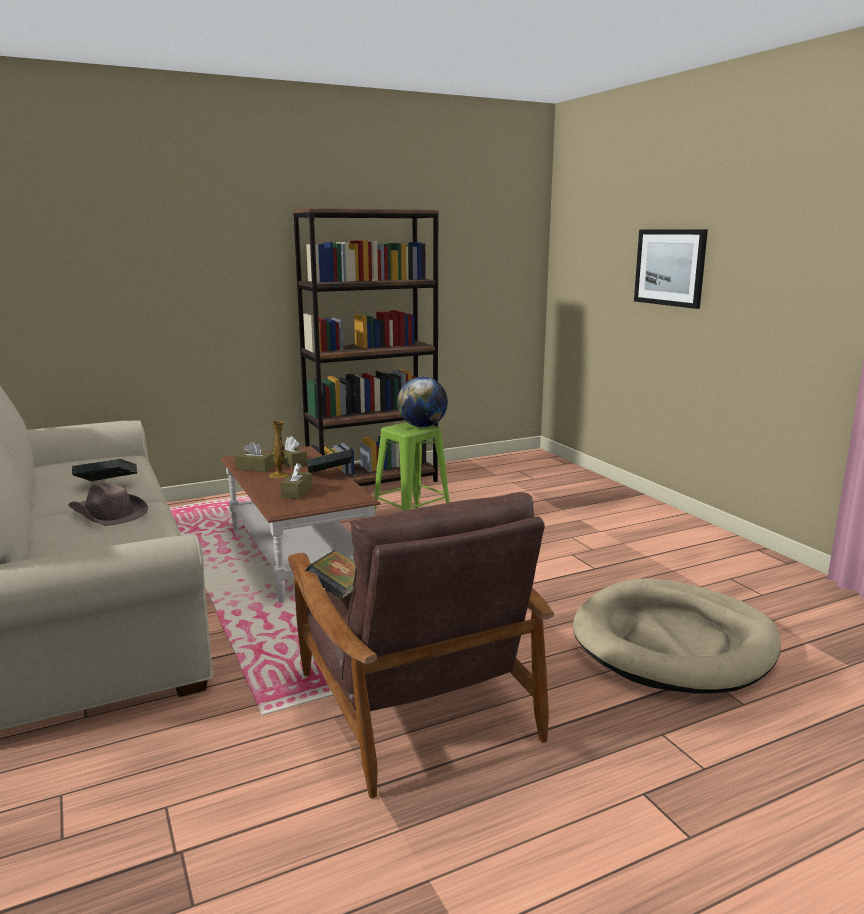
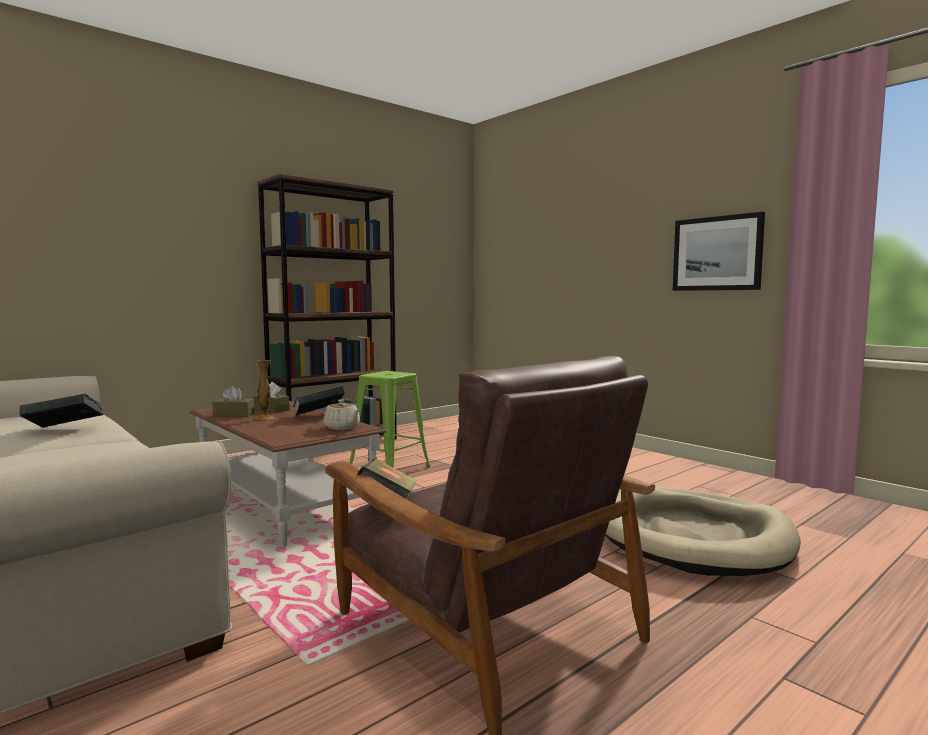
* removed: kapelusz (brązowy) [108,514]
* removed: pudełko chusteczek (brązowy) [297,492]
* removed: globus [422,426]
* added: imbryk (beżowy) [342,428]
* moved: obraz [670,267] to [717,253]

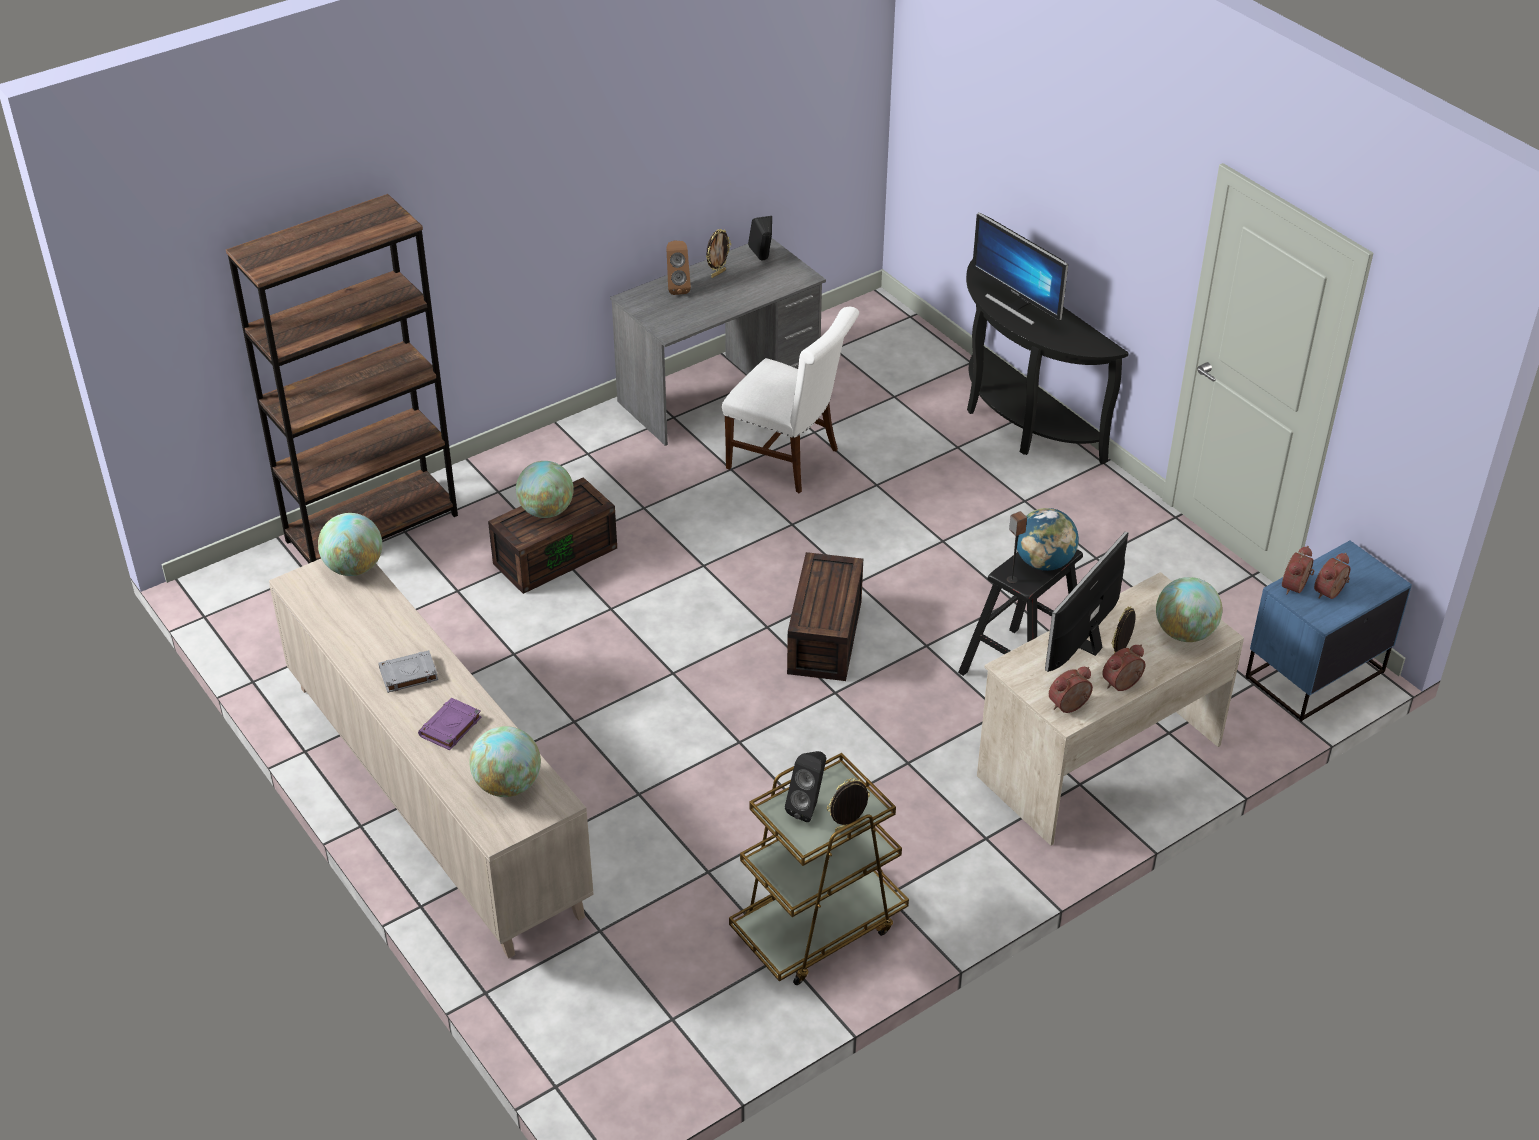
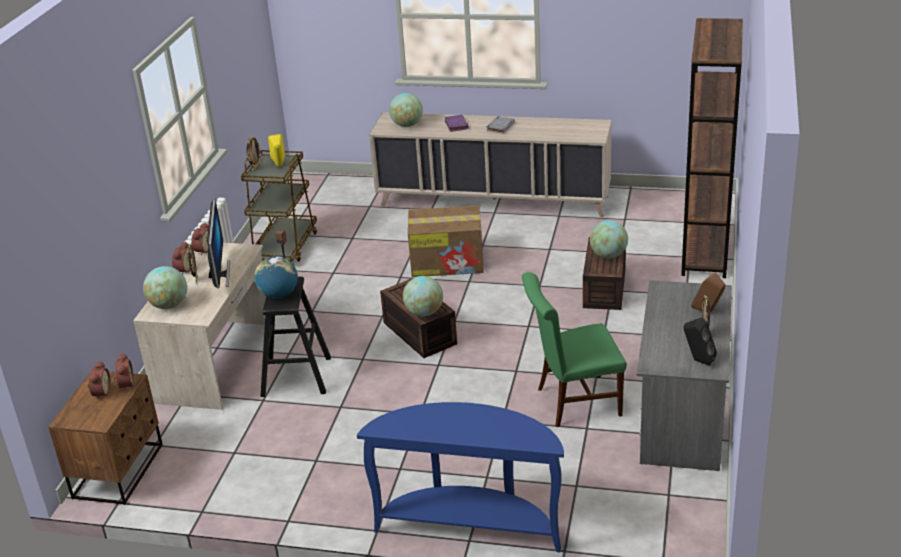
* removed: monitor [1016,306]
* added: karton [448,262]
* moved: globus [354,567] to [424,313]
* recoloured: krzesło (biały) [789,460] to krzesło (zielony) [573,402]
* recoloured: głośnik (czarny) [808,807] to głośnik (żółty) [279,166]
* recoloured: stolik konsolowy (czarny) [1019,421] to stolik konsolowy (niebieski) [470,524]
* recoloured: szafka nocna (niebieski) [1313,674] to szafka nocna (brązowy) [119,471]

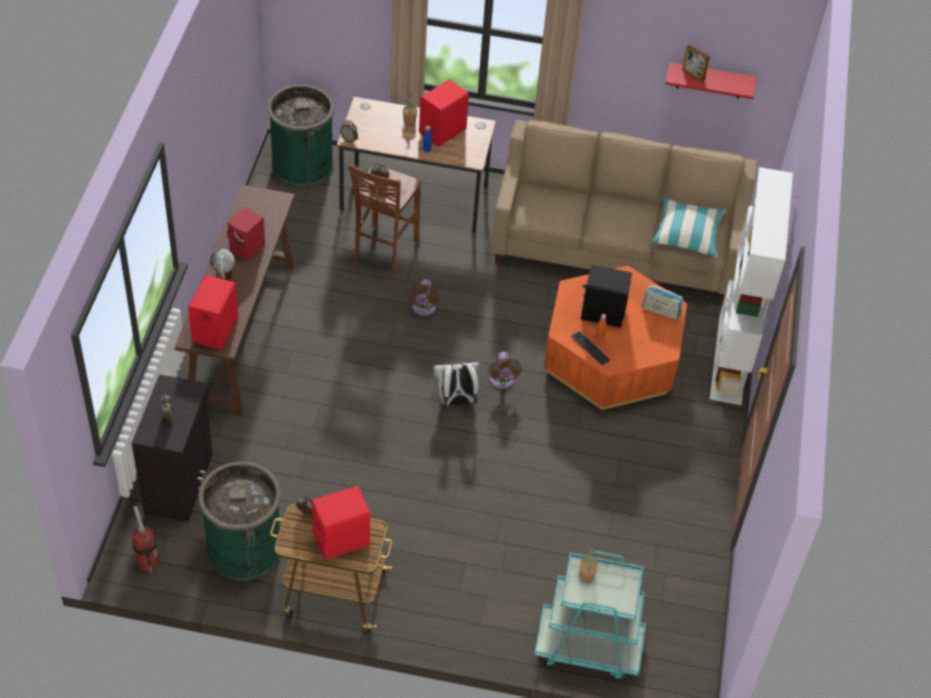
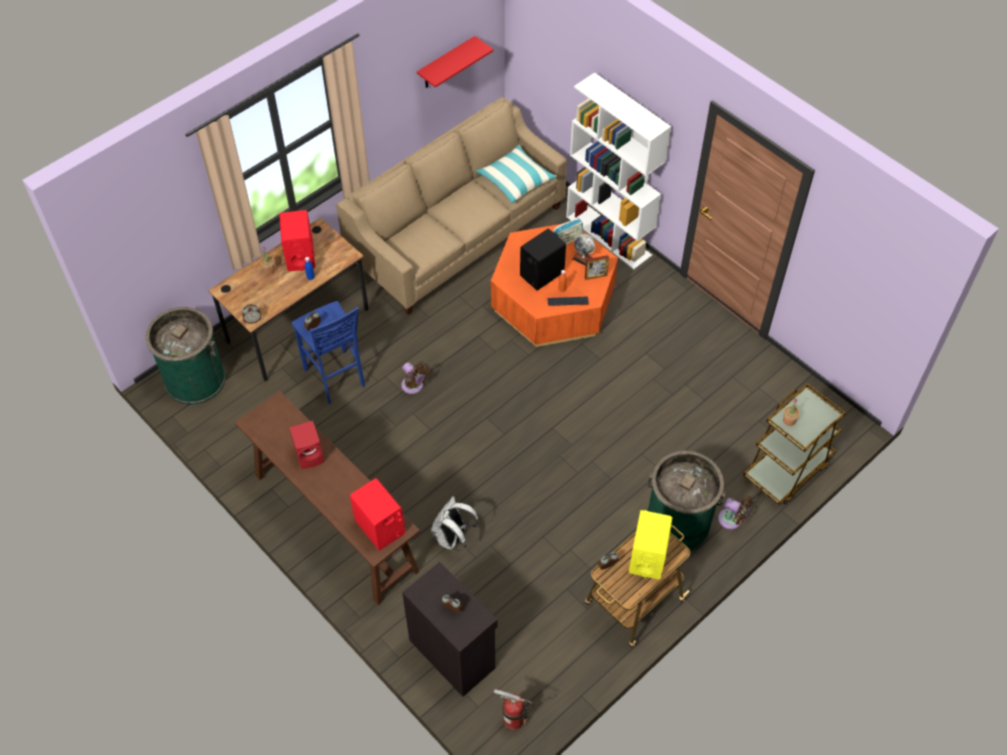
* moved: kosz na śmieci (zielony) [244,549] to [678,523]
* moved: globus [224,279] to [583,259]
* moved: plecak (biały) [456,401] to [453,538]
* moved: wentylator (brązowy) [502,382] to [732,520]
* moved: ramka na zdjęcie [693,75] to [595,276]
* recoloured: głośnik (czerwony) [341,539] to głośnik (żółty) [647,557]
* recoloured: stołek (brązowy) [383,252] to stołek (niebieski) [336,378]
* recoloured: wózek (turkusowy) [587,647] to wózek (brązowy) [786,469]

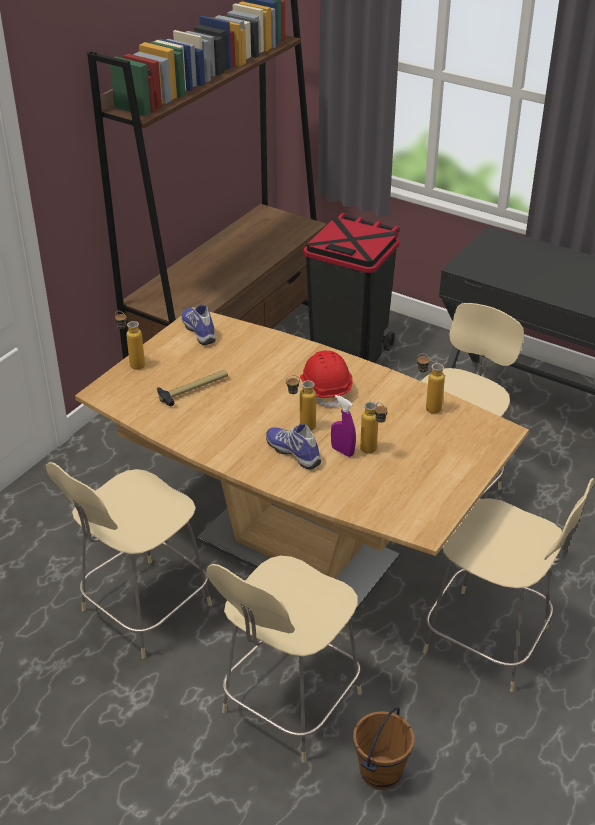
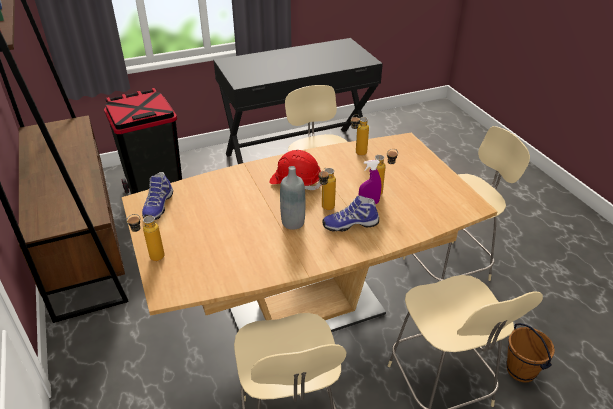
* removed: młotek [193,389]
* added: butelka (szary) [293,222]
* turned: but [200,331] = [157,206] 90 degrees counterclockwise

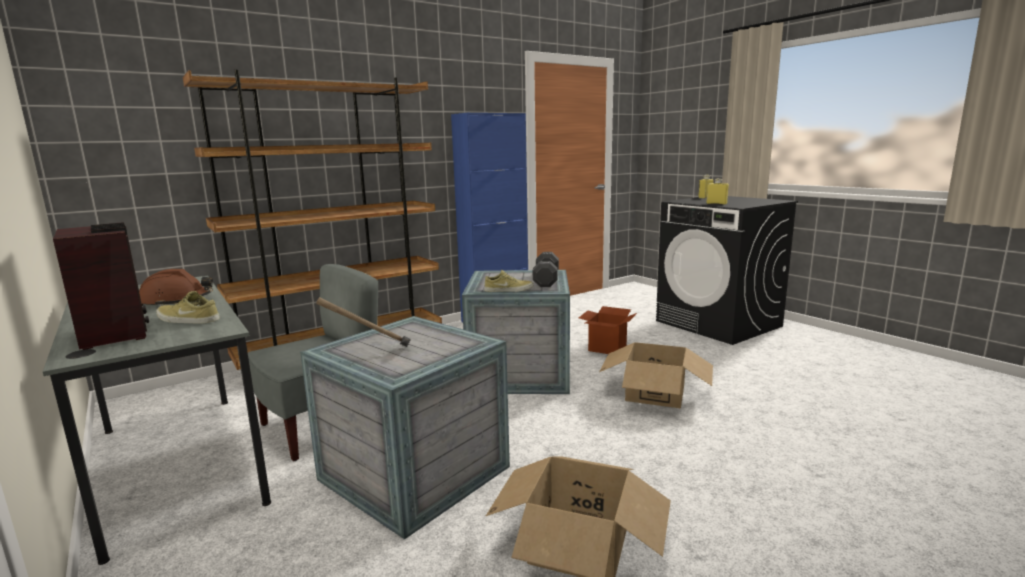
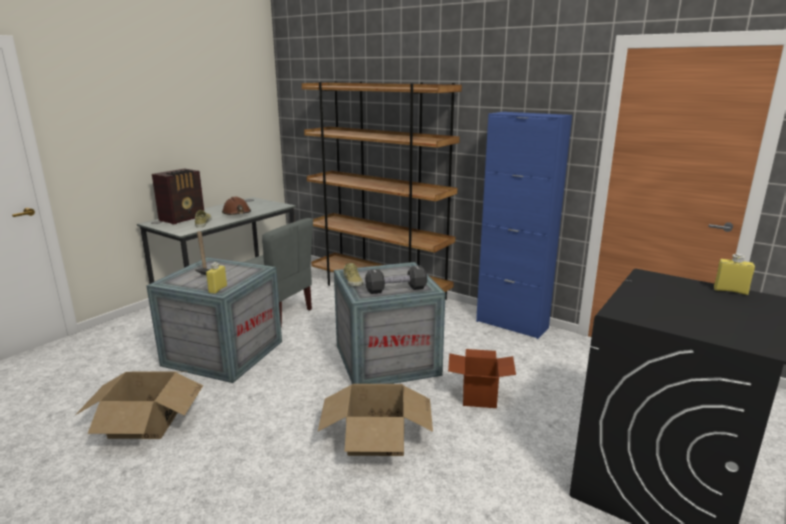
* moved: butelka (żółty) [716,203] to [218,289]

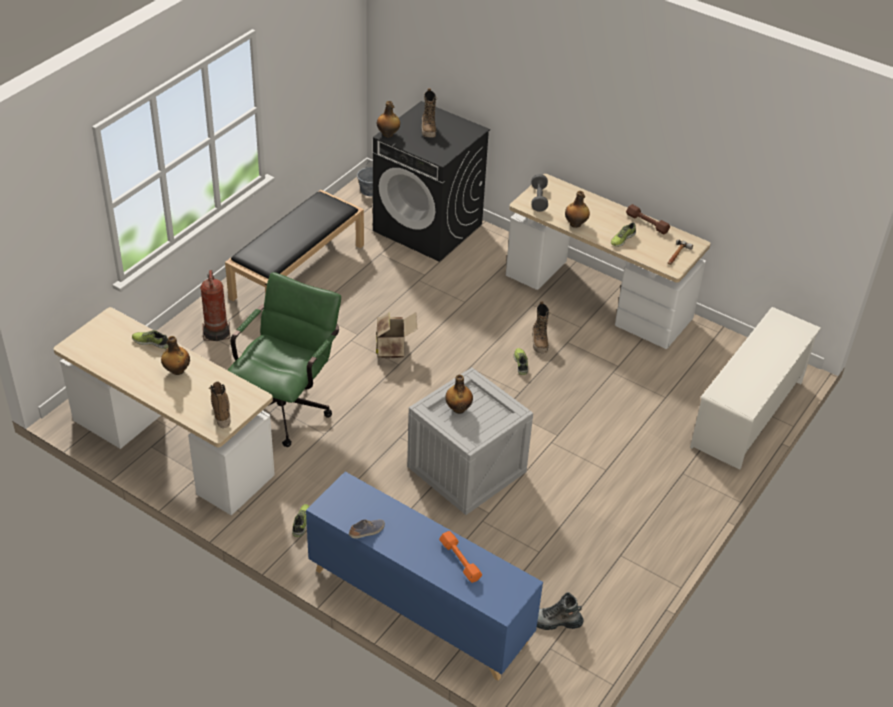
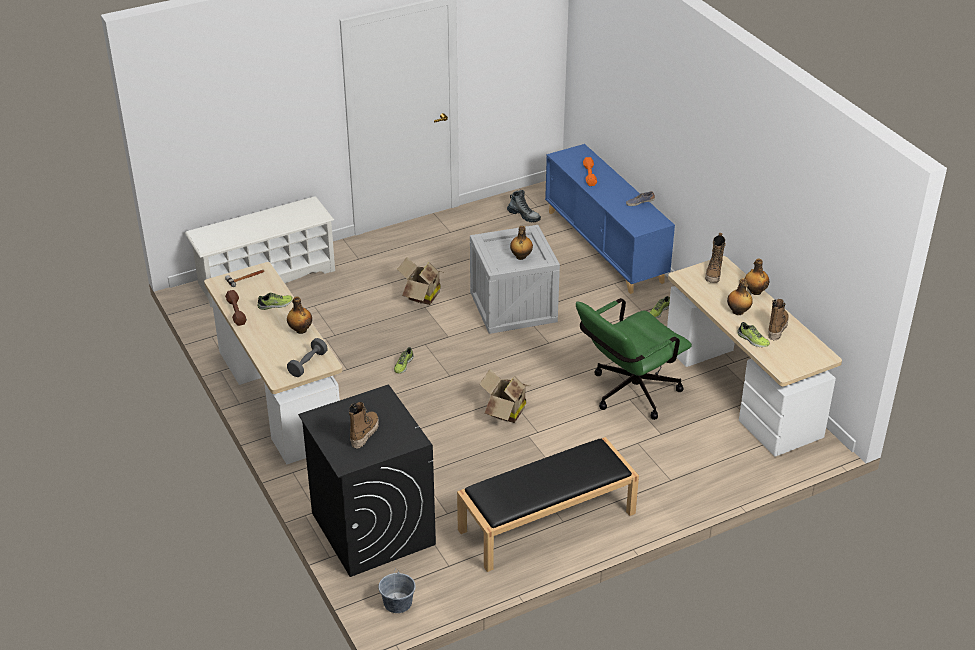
* removed: gaśnica [217,332]
* added: karton [421,296]
* moved: butelka [388,134] to [755,291]
* moved: but z cholewką [539,342] to [777,328]

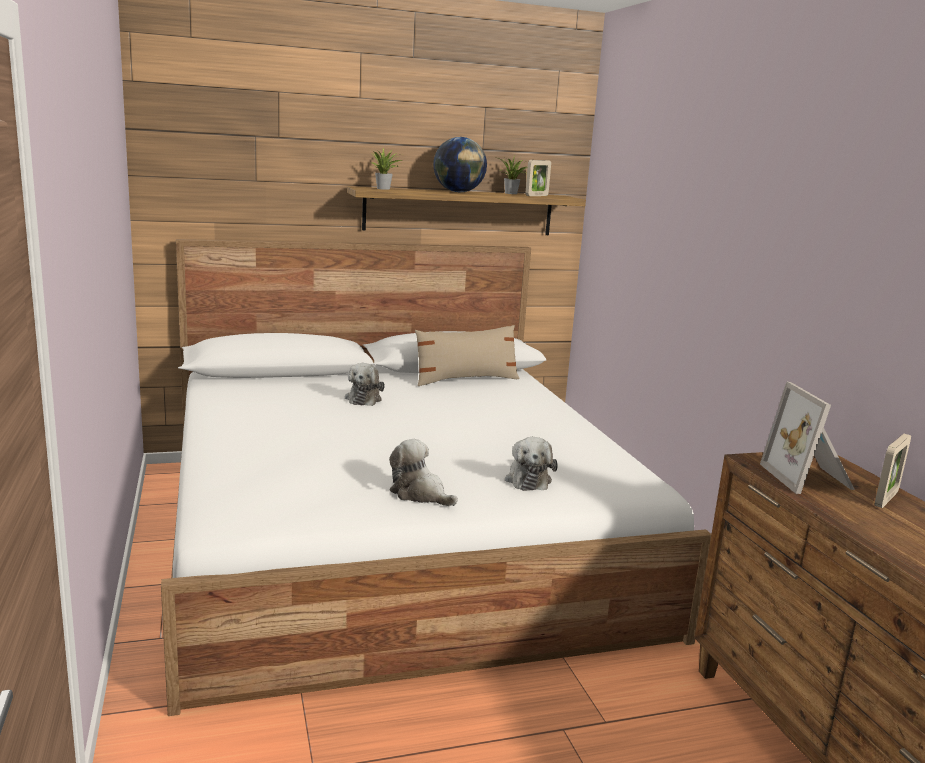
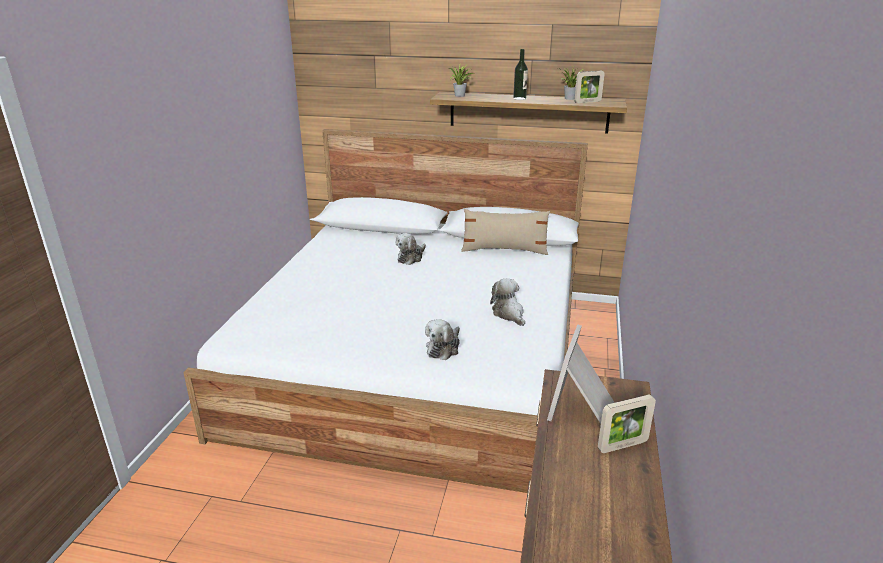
* moved: pluszak [420,494] to [509,314]
* replaced: globus [458,192] to butelka [519,98]

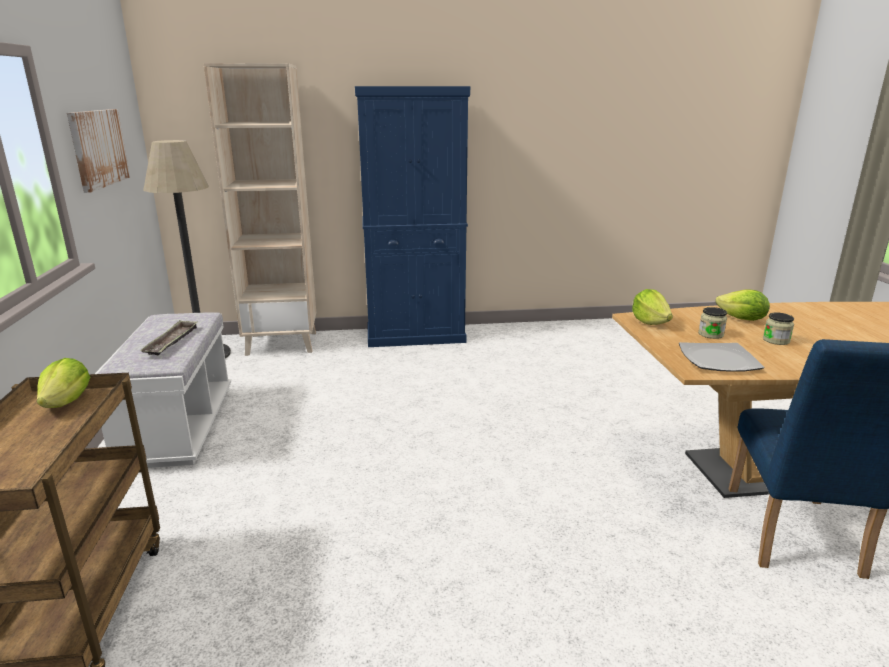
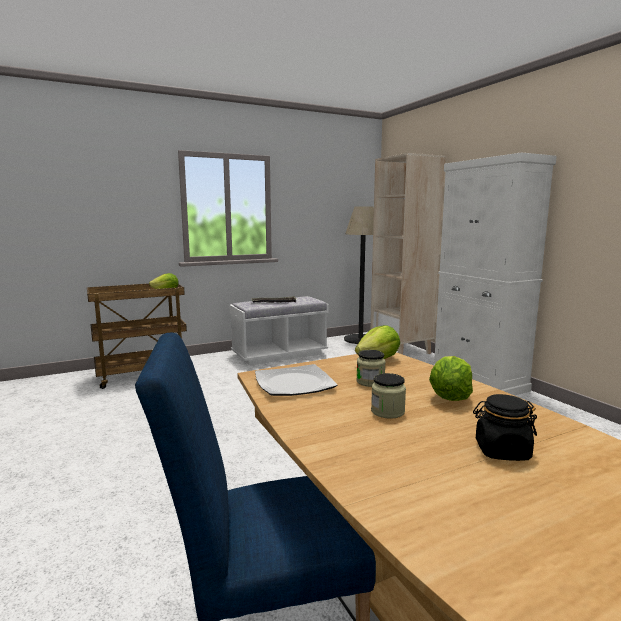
* removed: obraz [98,148]
* added: słoik (czarny) [501,451]
* recoloured: szafka (niebieski) [416,336] to szafka (biały) [478,380]

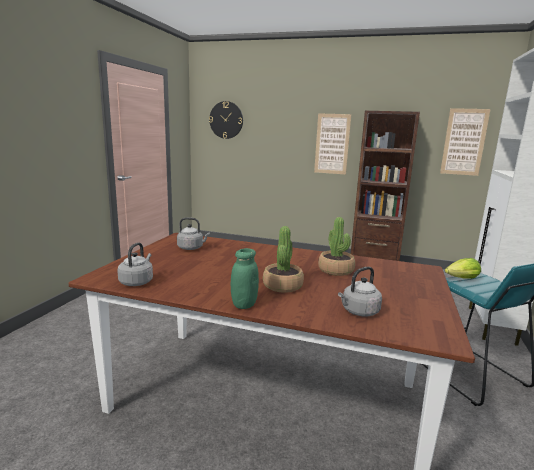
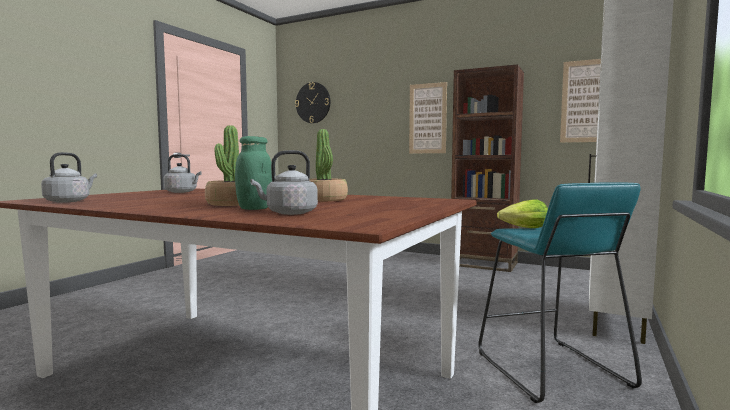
* moved: słoik (zielony) [244,304] to [254,208]

